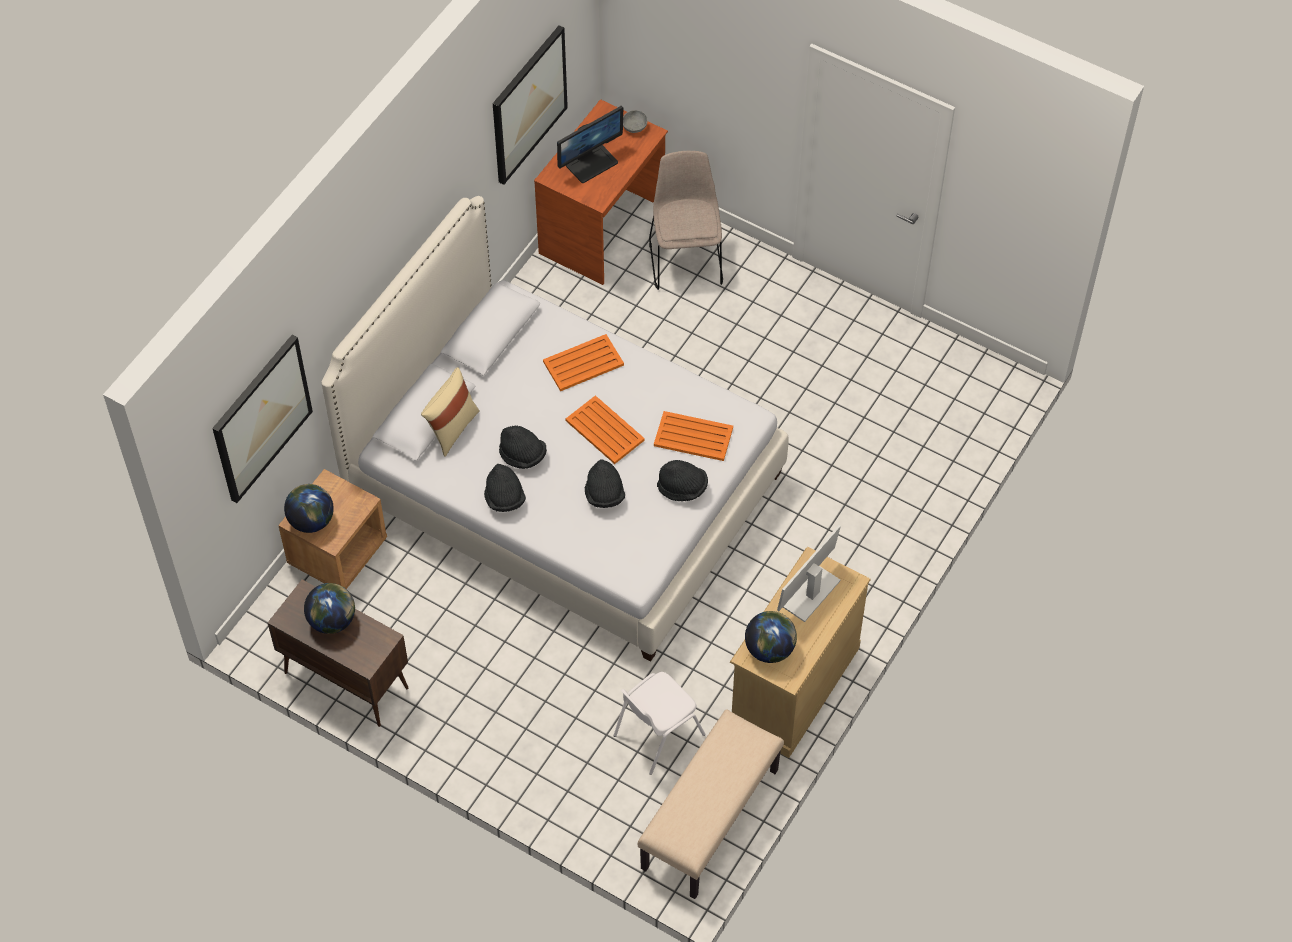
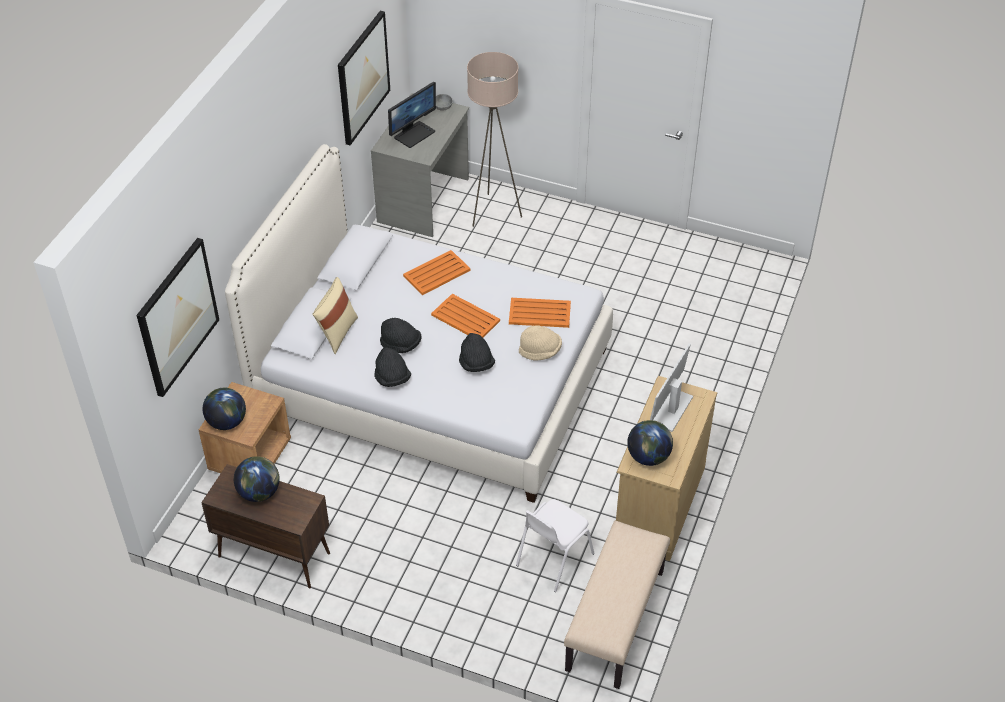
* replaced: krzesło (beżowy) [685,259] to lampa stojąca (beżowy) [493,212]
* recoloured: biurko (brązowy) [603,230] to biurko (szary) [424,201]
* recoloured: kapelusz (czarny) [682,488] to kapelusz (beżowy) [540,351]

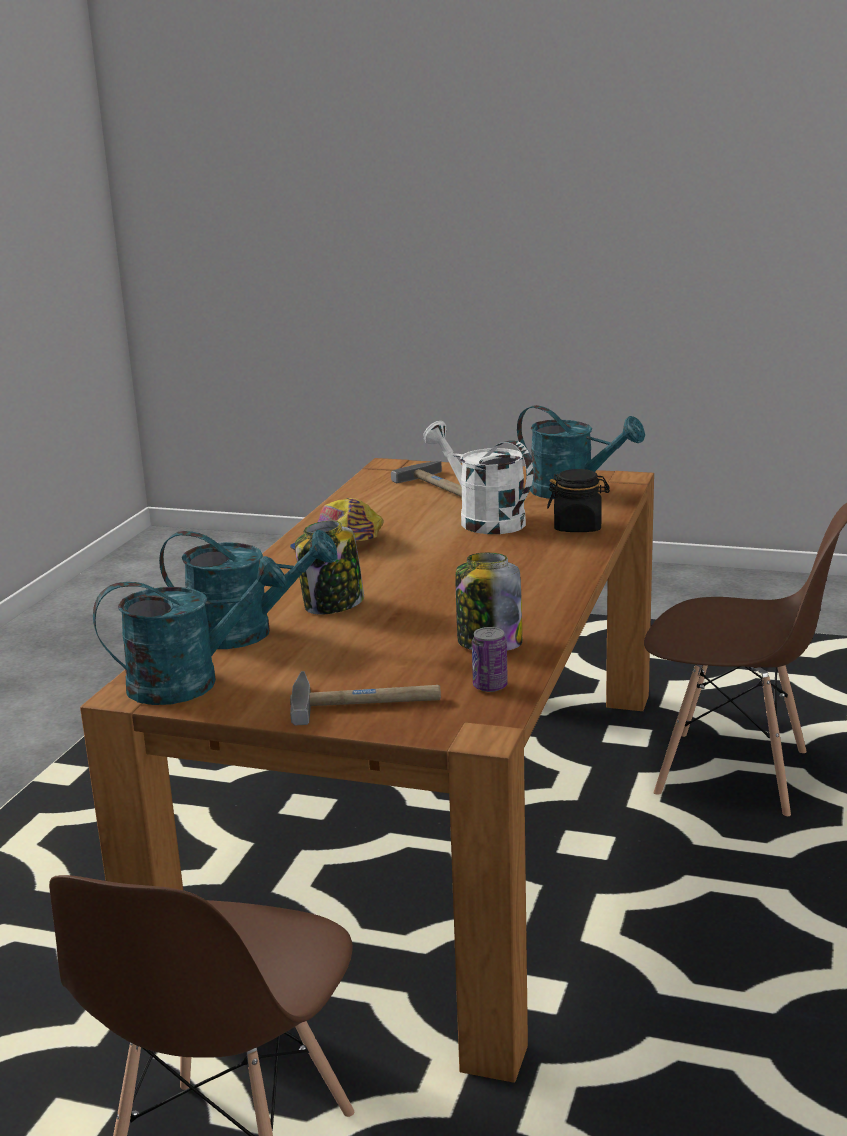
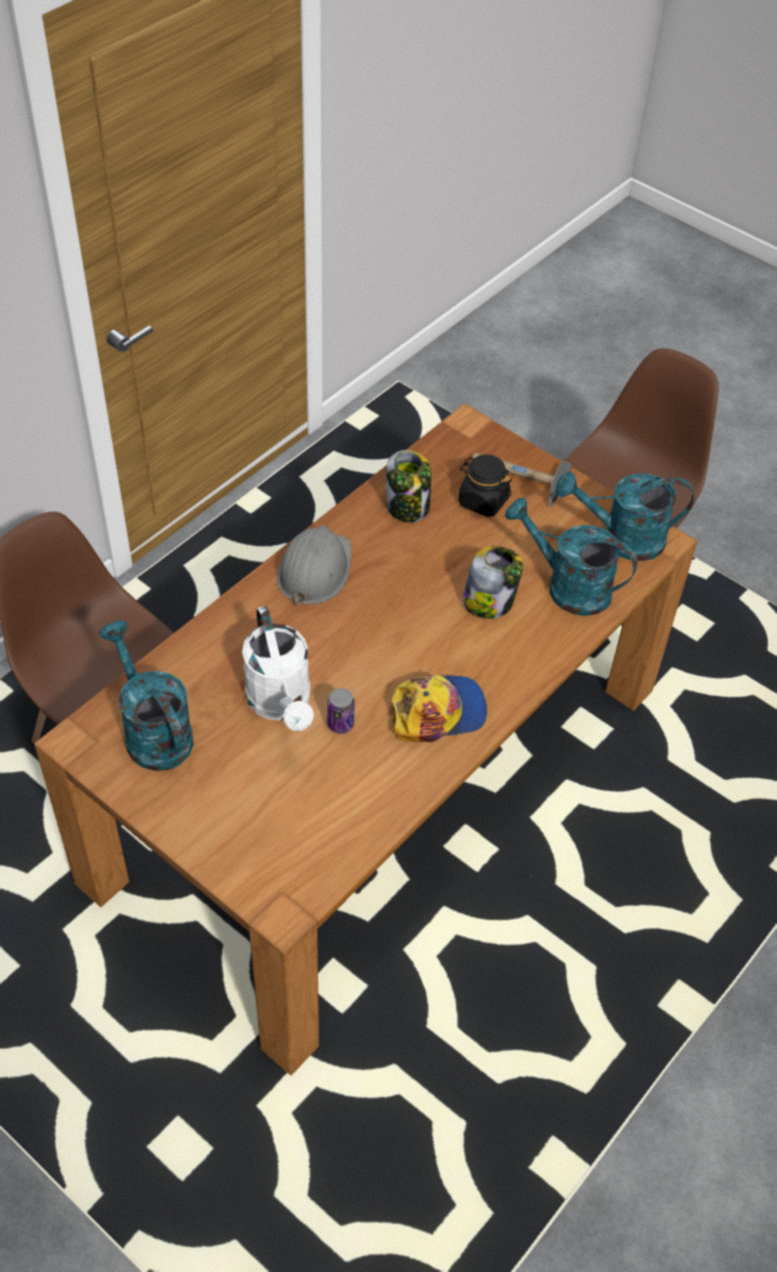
* removed: młotek [441,486]
* added: kask (szary) [314,570]
* moved: puszka [490,686] to [340,724]
* moved: słoik (czarny) [578,527] to [482,501]

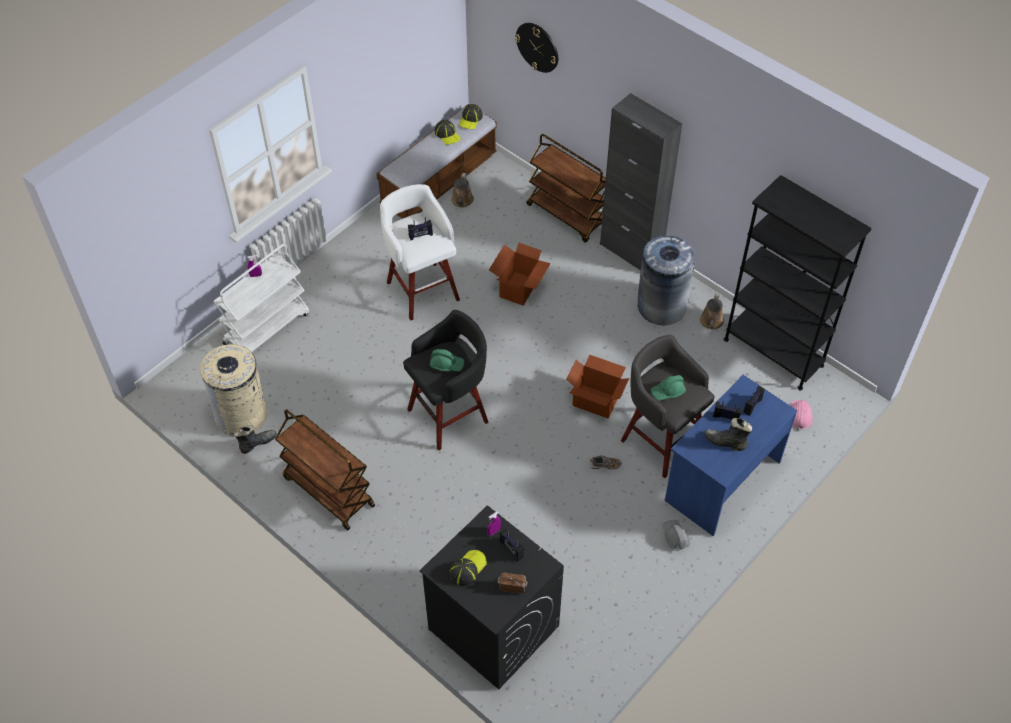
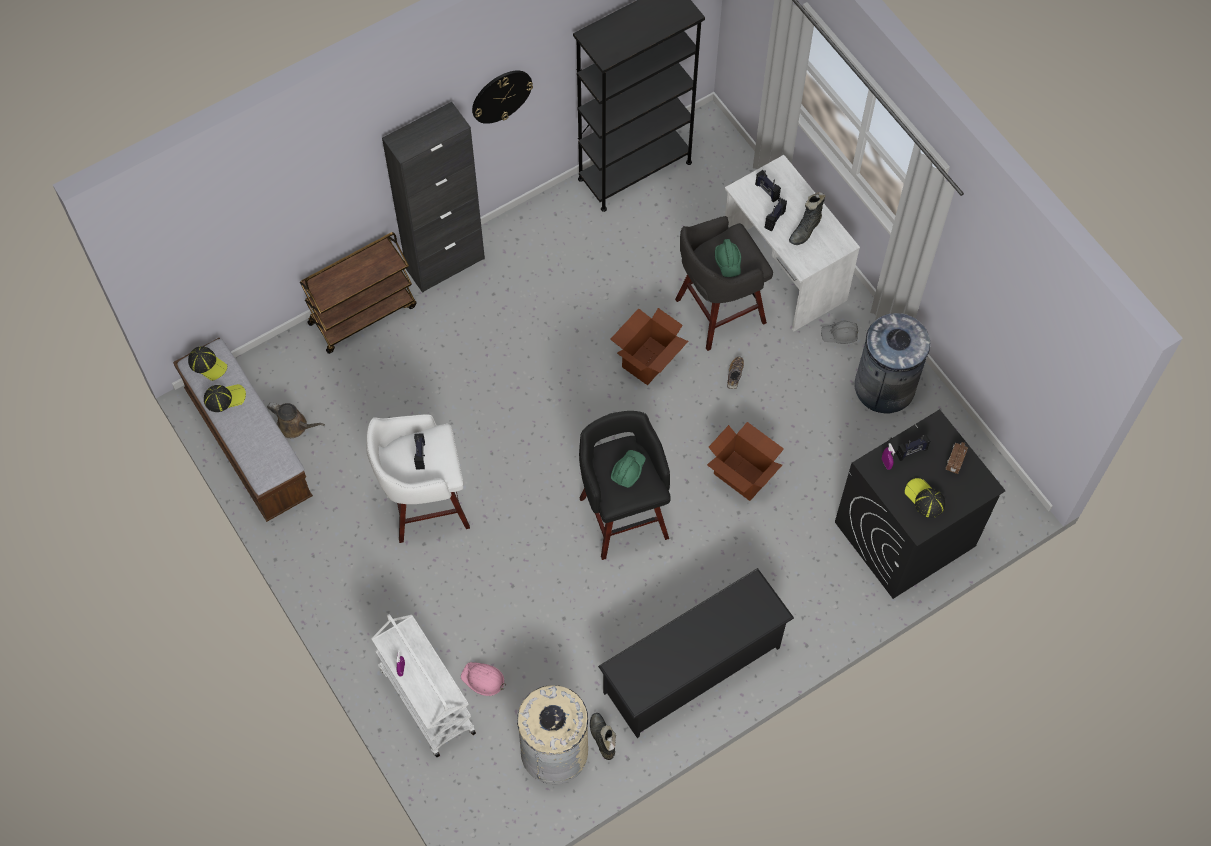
* removed: konewka (brązowy) [711,322]
* moved: karton [519,289] to [742,475]
* moved: zegar ścienny [537,47] to [501,96]
* moved: kosz na śmieci (szary) [661,306] to [884,387]
* moved: kask (różowy) [799,415] to [483,679]
* replaced: wózek (brązowy) [328,491] to regał na buty (czarny) [692,669]
* recoloured: biurko (niebieski) [721,480] to biurko (biały) [783,271]

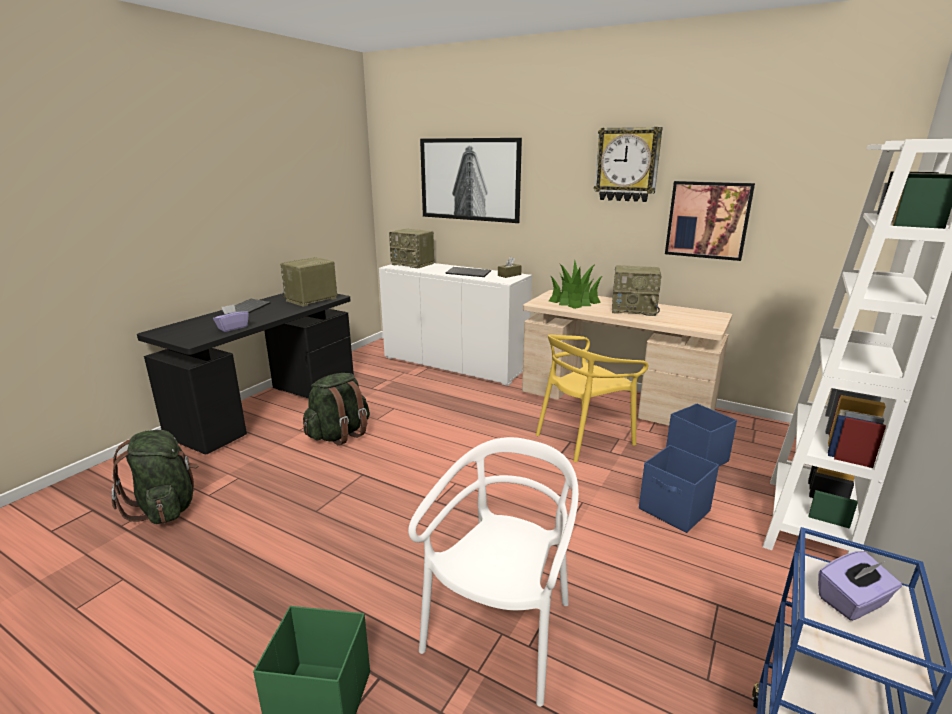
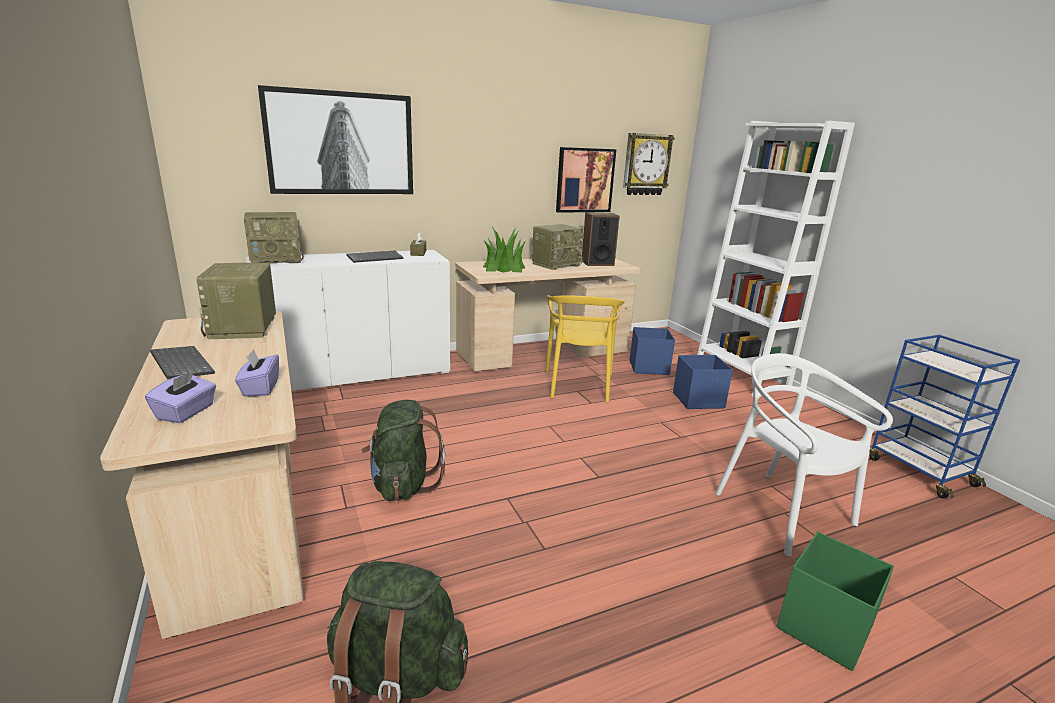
* added: głośnik [597,263]
* moved: zegar ścienny [627,165] to [646,164]
* moved: pudełko chusteczek (fioletowy) [853,602] to [186,412]
* recoloured: biurko (czarny) [269,408] to biurko (beżowy) [240,512]

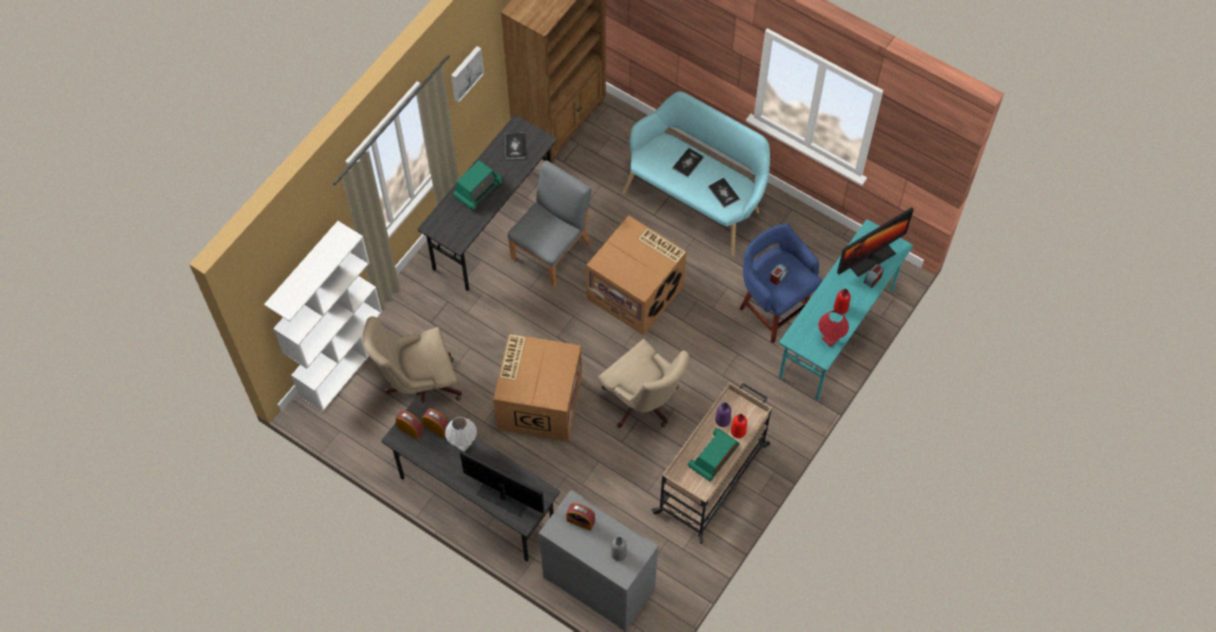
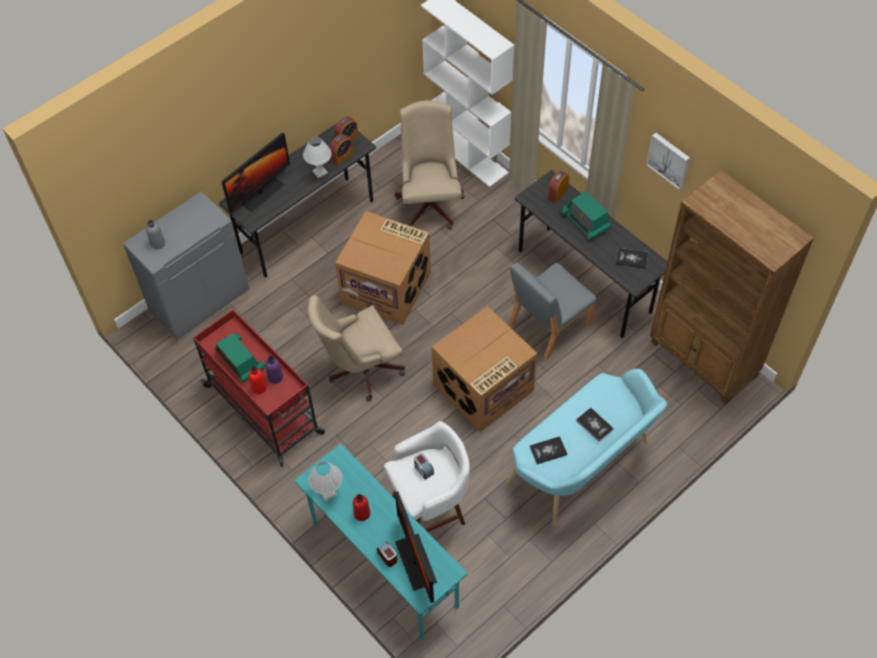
* moved: budzik [580,521] to [557,193]
* recoloured: wózek (beżowy) [713,478] to wózek (czerwony) [265,410]
* recoloured: stołek (niebieski) [773,309] to stołek (biały) [431,510]
* recoloured: lampa stołowa (czerwony) [830,339] to lampa stołowa (biały) [328,492]
* turned: krzesło (szary) [552,250] = [548,325] 90 degrees clockwise

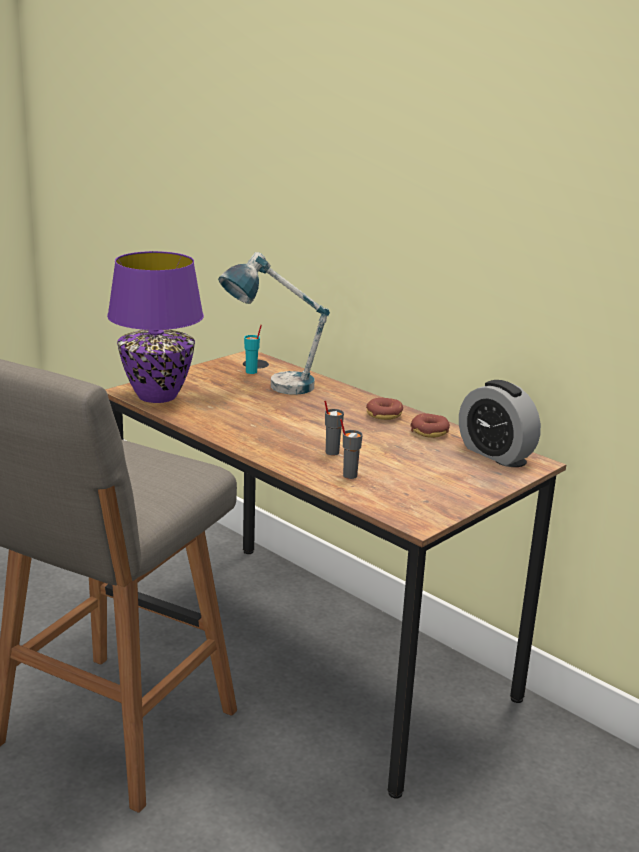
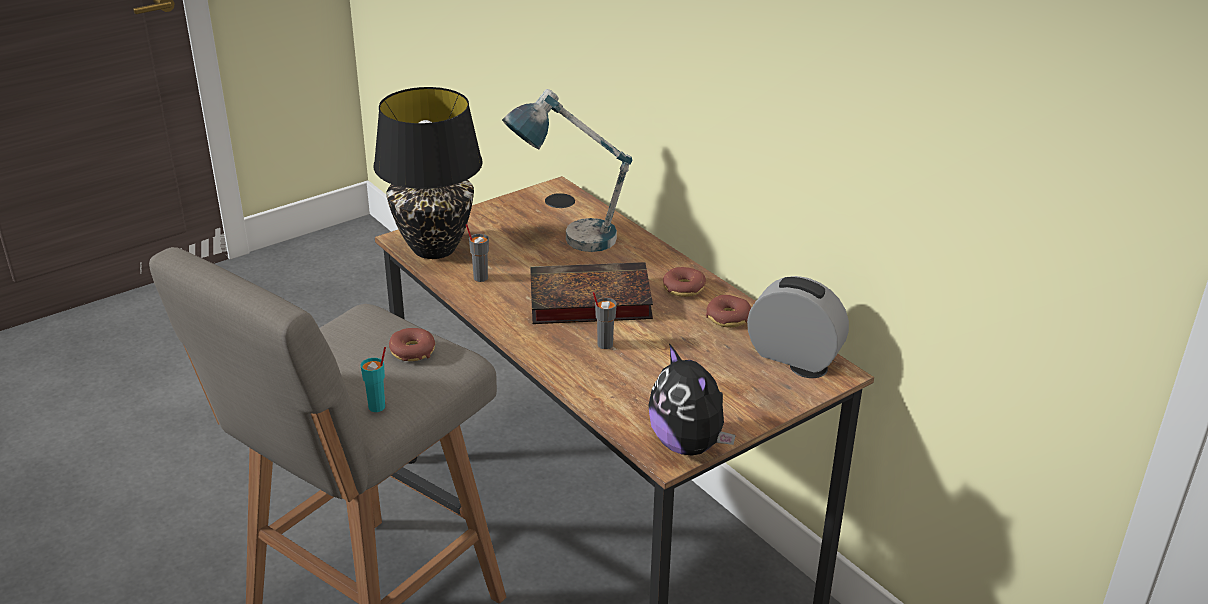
* added: donut [412,351]
* added: książka [587,301]
* added: pluszak [689,444]
* moved: filiżanka (turkusowy) [251,372] to [377,407]
* moved: filiżanka (szary) [349,475] to [480,277]
* recoloured: lampa stołowa (fioletowy) [158,396] to lampa stołowa (czarny) [435,249]
* turned: budzik [495,453] = [794,356] 150 degrees clockwise

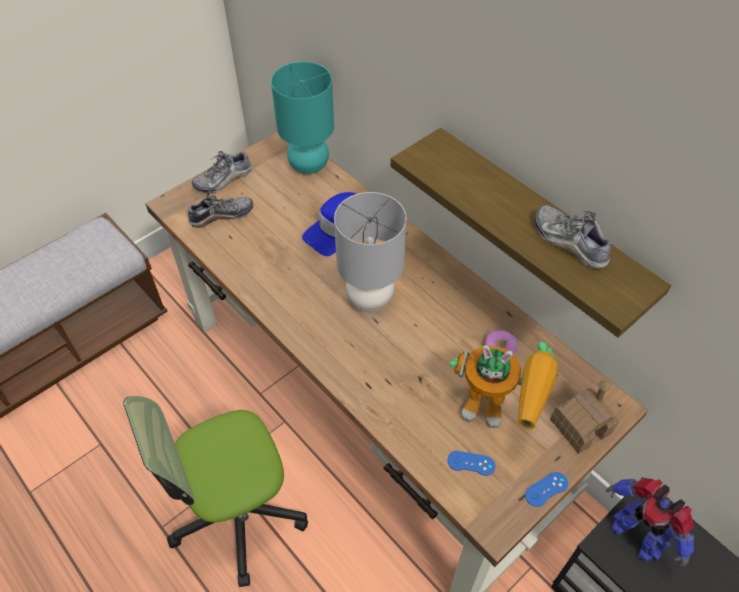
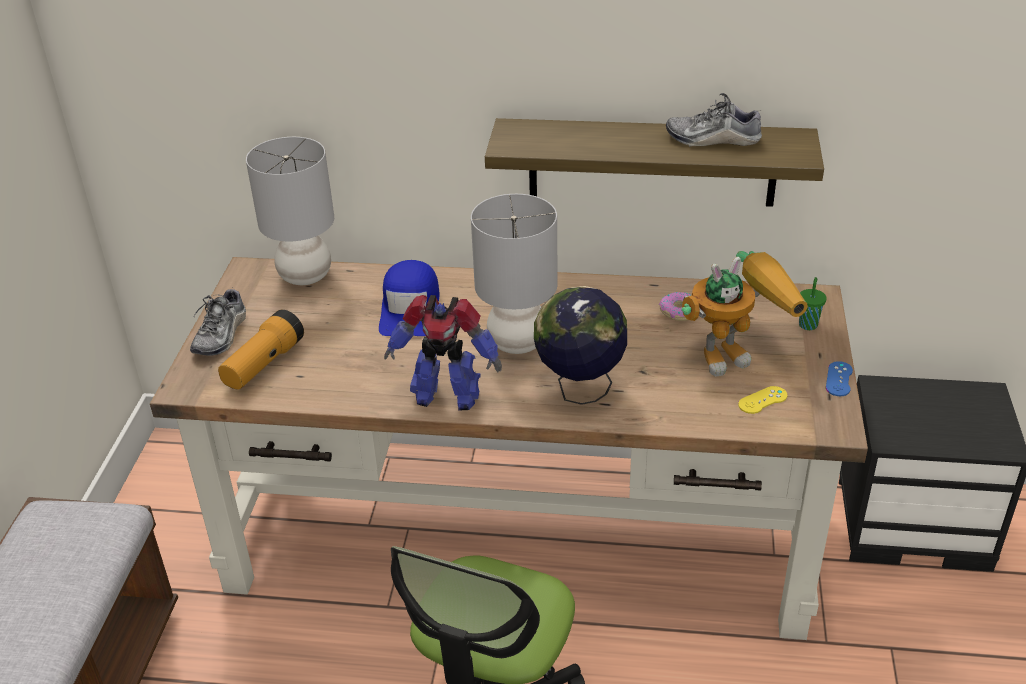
* added: globus [579,390]
* moved: robot zabawkowy [636,535] to [446,395]
* replaced: but [221,215] to latarka [263,364]
* replaced: domek [580,426] to filiżanka (zielony) [808,324]
* recoloured: lampa stołowa (turkusowy) [309,164] to lampa stołowa (szary) [305,276]
* recoloured: pad do gier (niebieski) [471,463] to pad do gier (żółty) [762,400]

